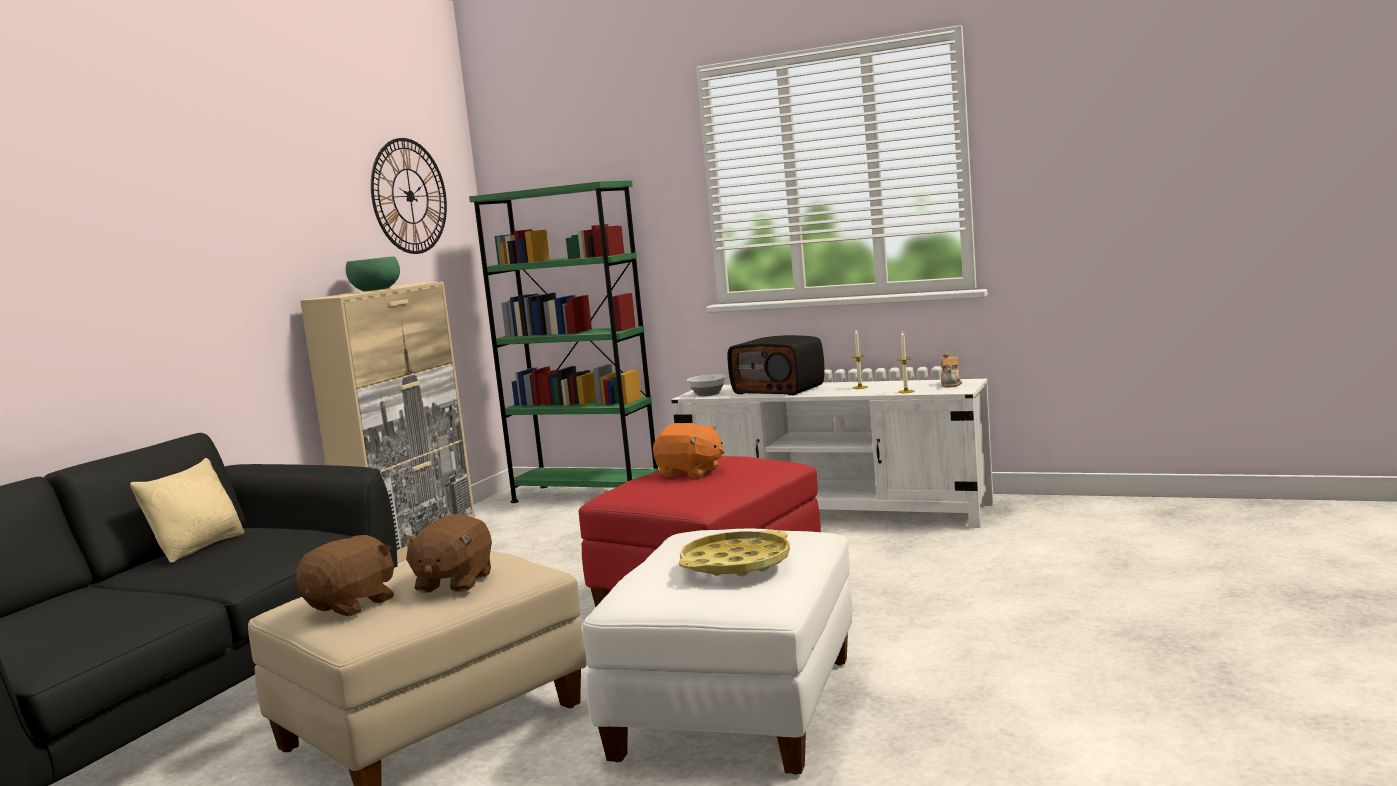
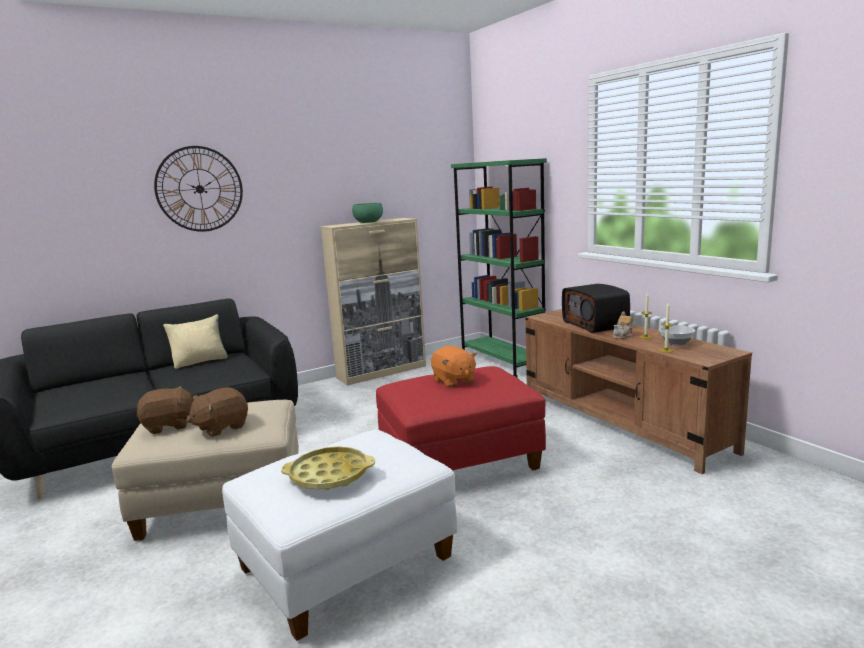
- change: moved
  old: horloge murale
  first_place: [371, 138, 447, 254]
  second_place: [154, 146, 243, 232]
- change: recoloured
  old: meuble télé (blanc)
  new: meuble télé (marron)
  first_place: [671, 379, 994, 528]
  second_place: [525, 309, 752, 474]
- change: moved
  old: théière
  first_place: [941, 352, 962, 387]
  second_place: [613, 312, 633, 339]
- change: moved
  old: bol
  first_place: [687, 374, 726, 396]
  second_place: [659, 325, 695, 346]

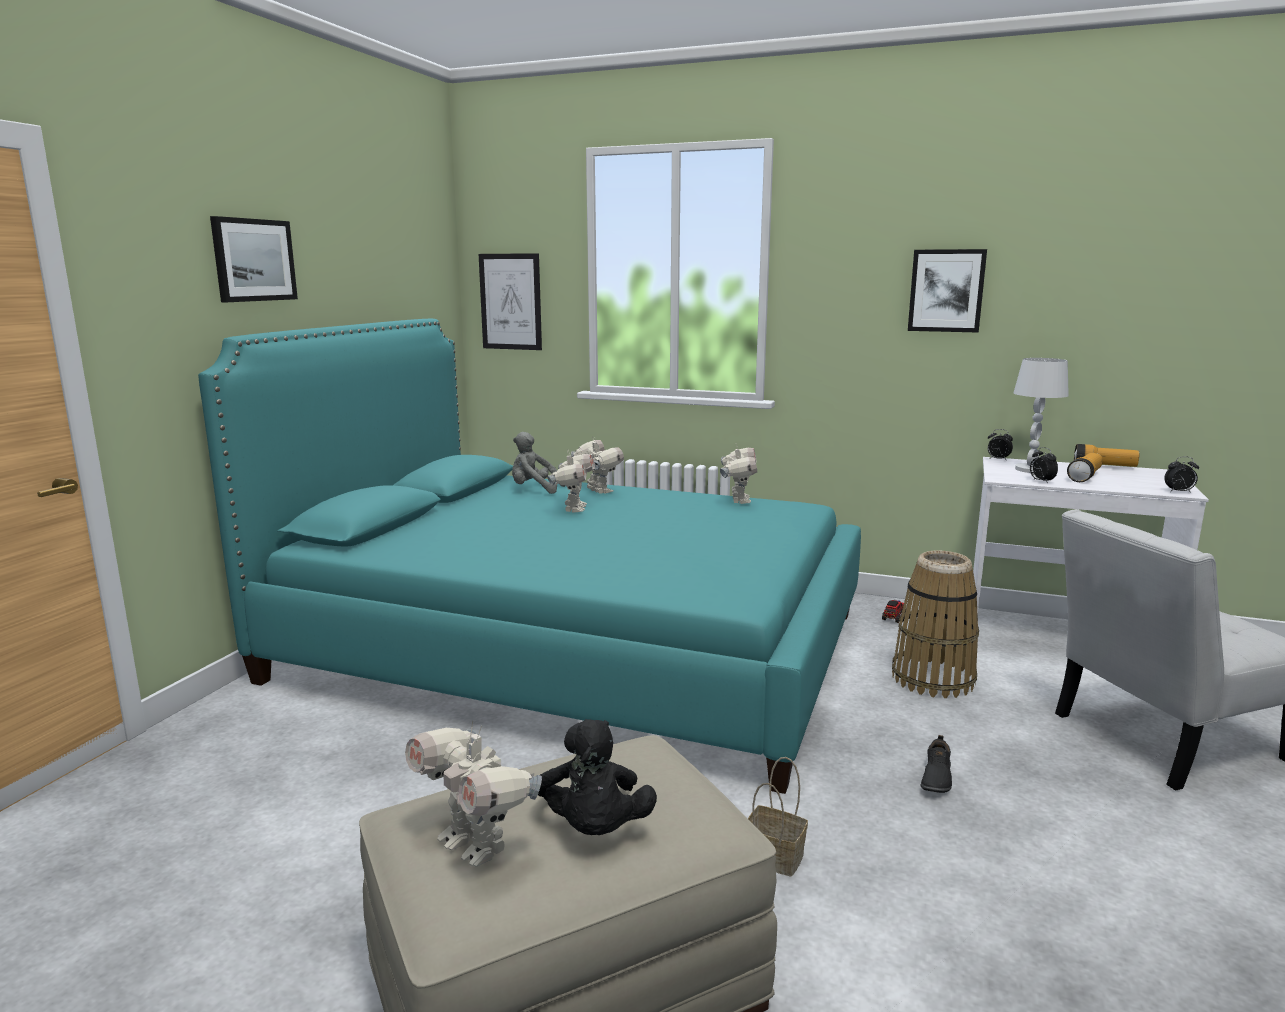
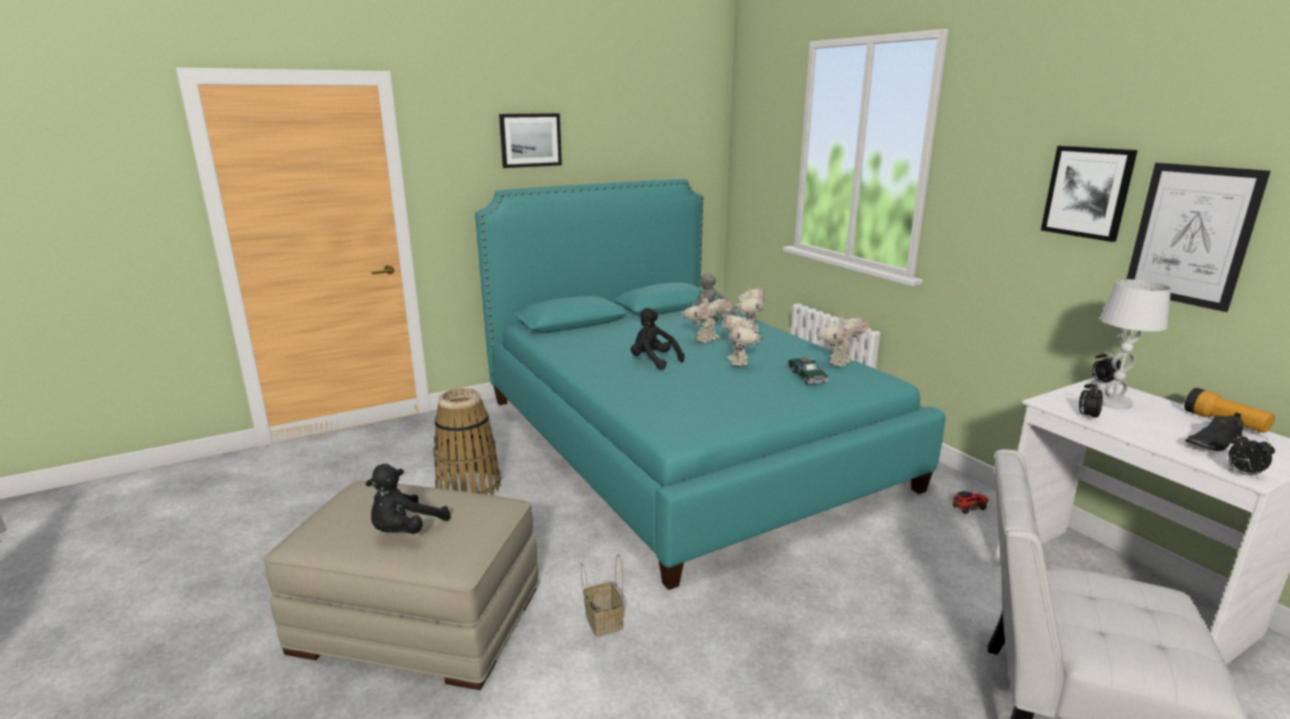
- change: moved
  old: panier
  first_place: [892, 551, 979, 698]
  second_place: [433, 388, 501, 495]
- change: added
  new: peluche (noir)
  second_place: [631, 308, 685, 370]
- change: moved
  old: robot jouet
  first_place: [405, 721, 542, 867]
  second_place: [722, 315, 763, 366]
- change: added
  new: petite voiture
  second_place: [787, 358, 829, 384]
- change: moved
  old: tableau
  first_place: [479, 253, 542, 350]
  second_place: [1127, 163, 1270, 312]
- change: moved
  old: chaussure (noir)
  first_place: [920, 735, 952, 793]
  second_place: [1185, 412, 1243, 451]
- change: removed
  old: lampe de poche
  first_place: [1067, 453, 1103, 482]

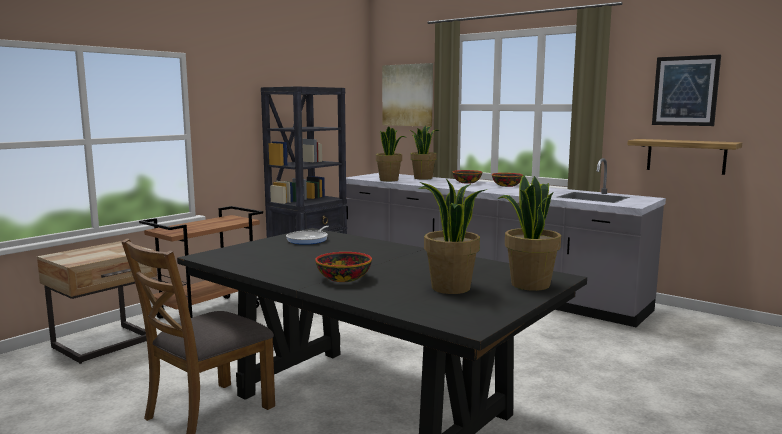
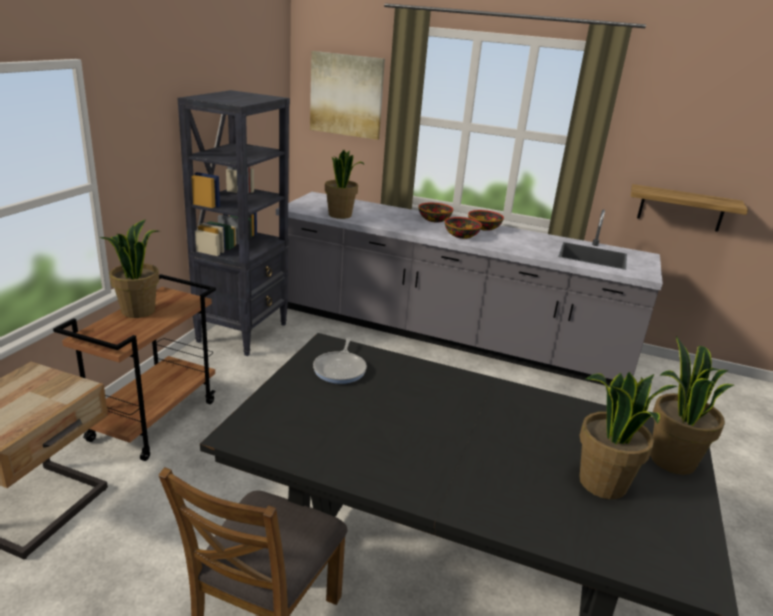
- change: moved
  old: plante en pot
  first_place: [409, 126, 439, 180]
  second_place: [99, 220, 159, 318]
- change: moved
  old: bol
  first_place: [315, 252, 372, 282]
  second_place: [445, 217, 482, 239]
- change: removed
  old: tableau
  first_place: [652, 55, 721, 126]

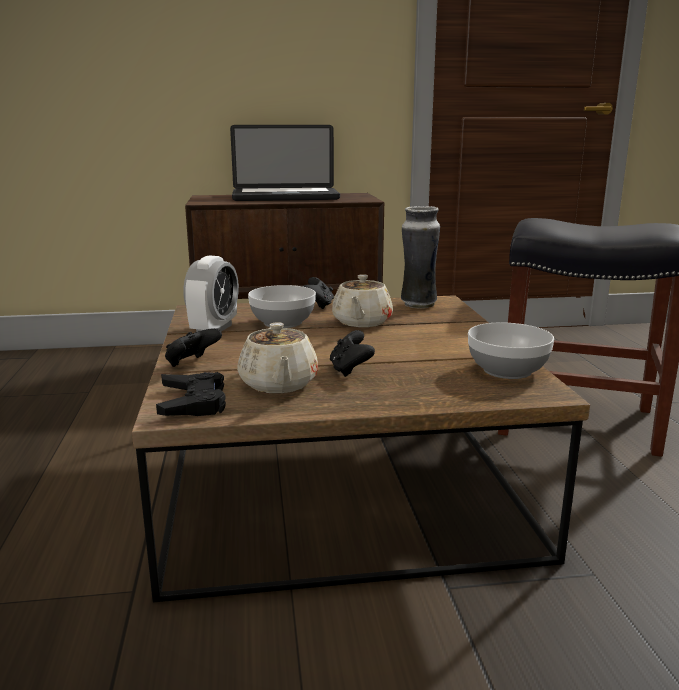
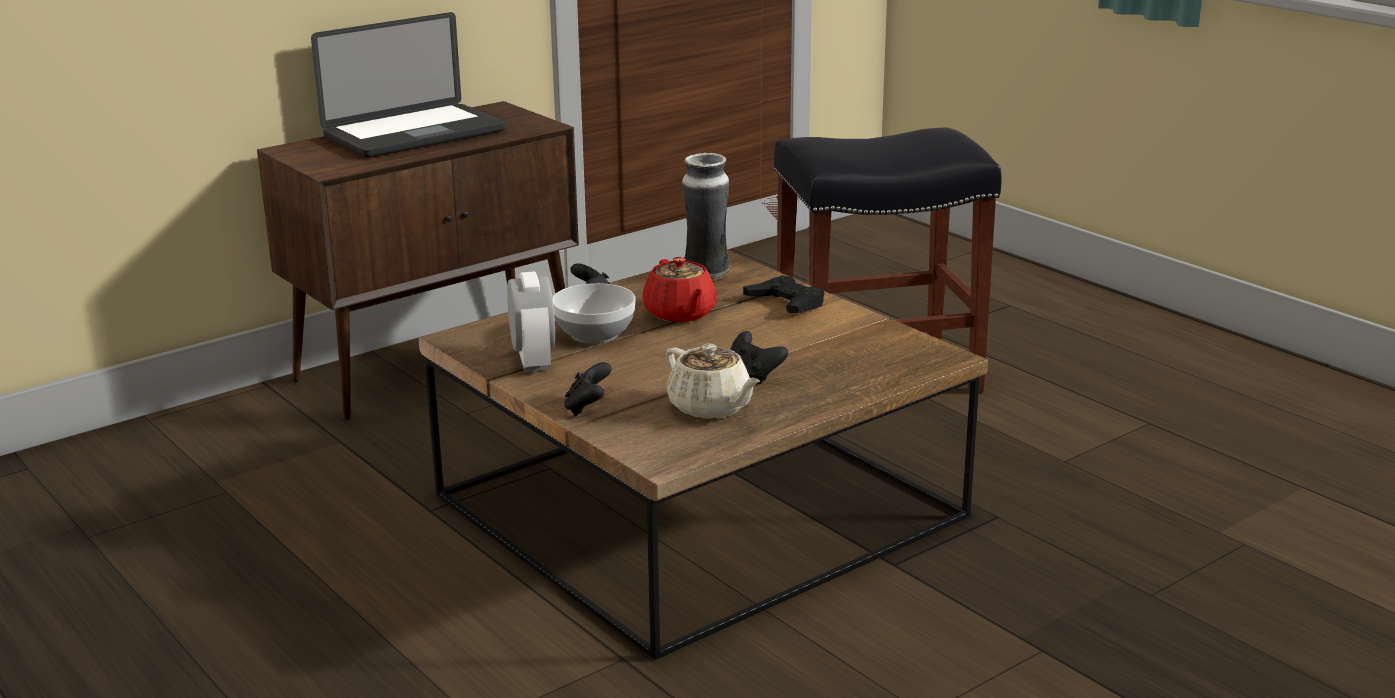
- change: recoloured
  old: théière (beige)
  new: théière (rouge)
  first_place: [332, 274, 393, 327]
  second_place: [642, 257, 717, 322]
- change: moved
  old: manette (noir)
  first_place: [156, 372, 226, 416]
  second_place: [743, 276, 824, 314]
- change: removed
  old: bol
  first_place: [468, 322, 554, 379]

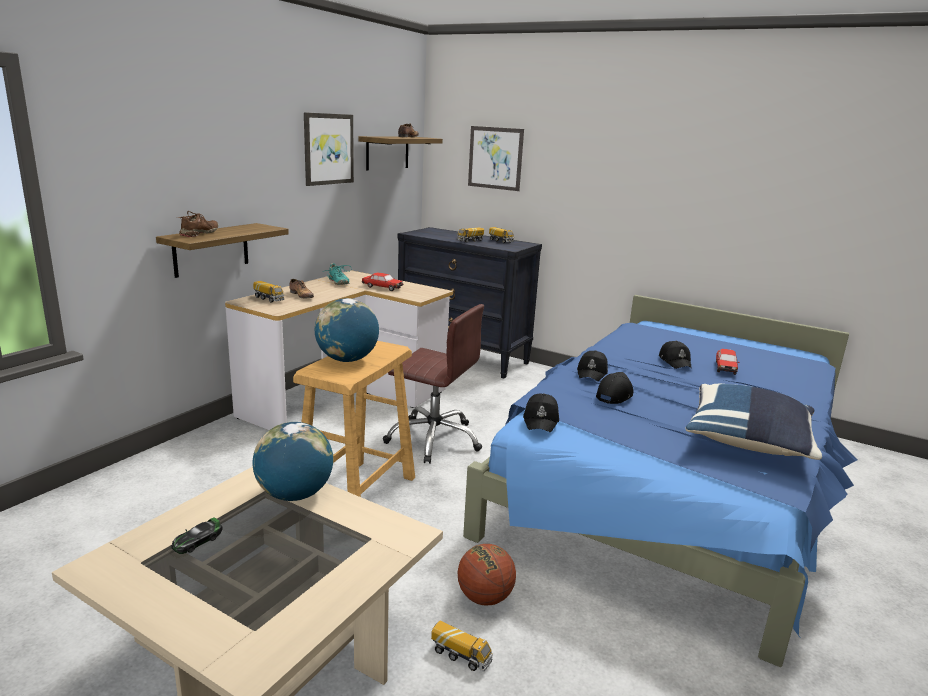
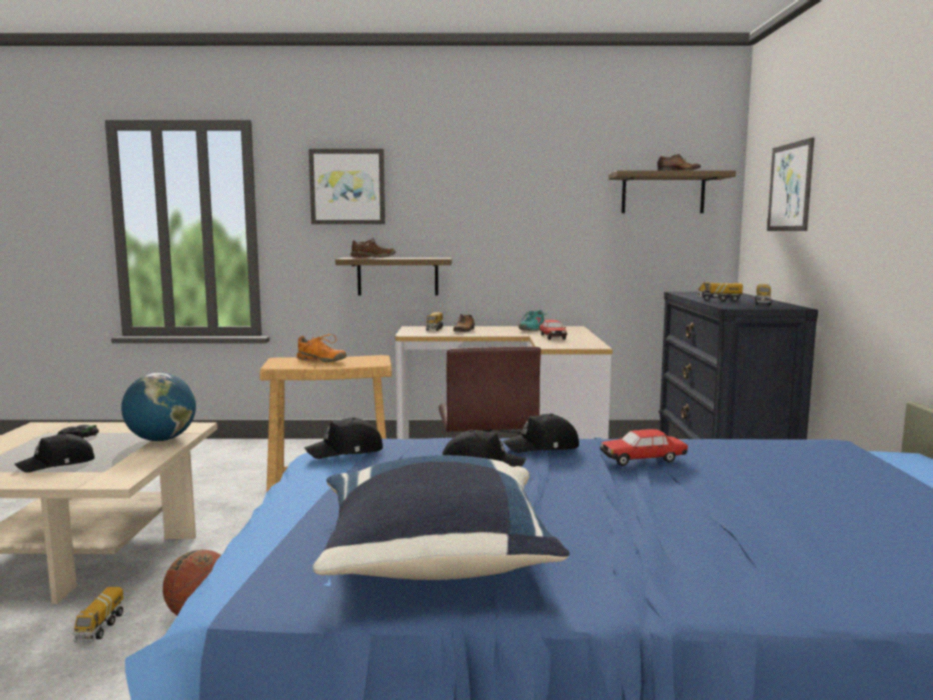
- change: moved
  old: casquette (noir)
  first_place: [659, 341, 692, 369]
  second_place: [15, 433, 94, 473]
- change: replaced
  old: globe
  new: chaussure (orange)
  first_place: [315, 298, 379, 362]
  second_place: [297, 334, 347, 362]
- change: moved
  old: tableau
  first_place: [304, 112, 354, 186]
  second_place: [309, 149, 385, 224]
- change: moved
  old: petite voiture
  first_place: [716, 349, 740, 375]
  second_place: [600, 429, 688, 466]

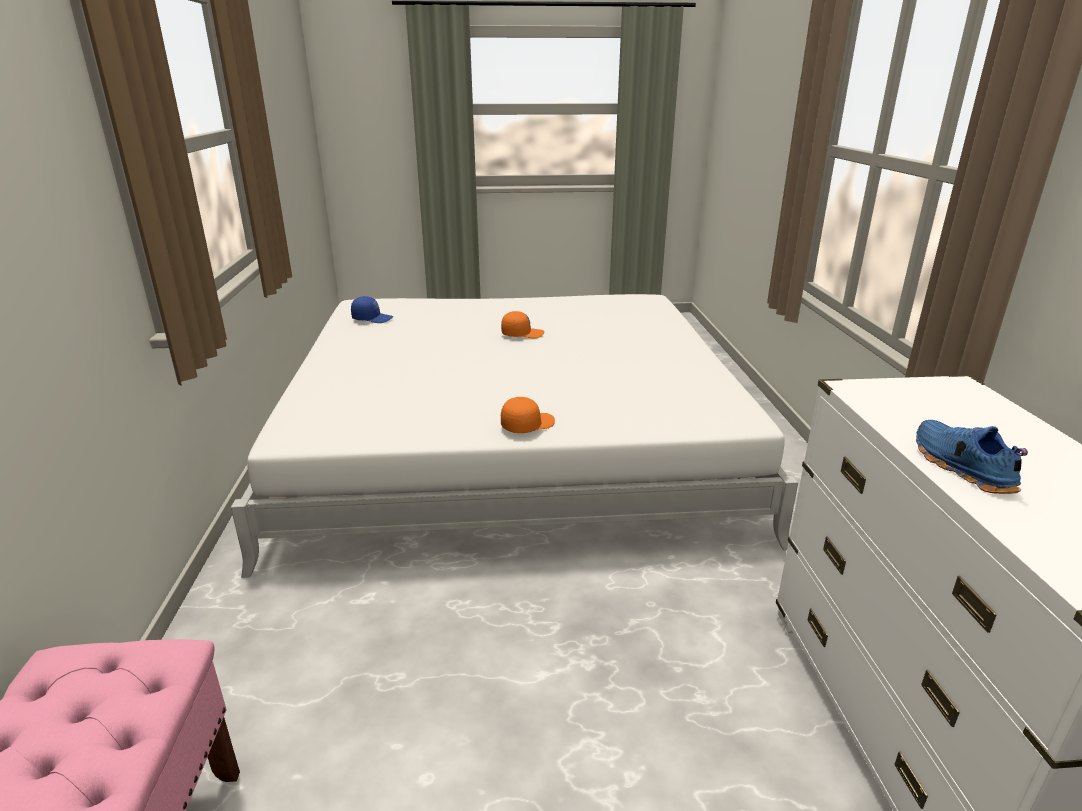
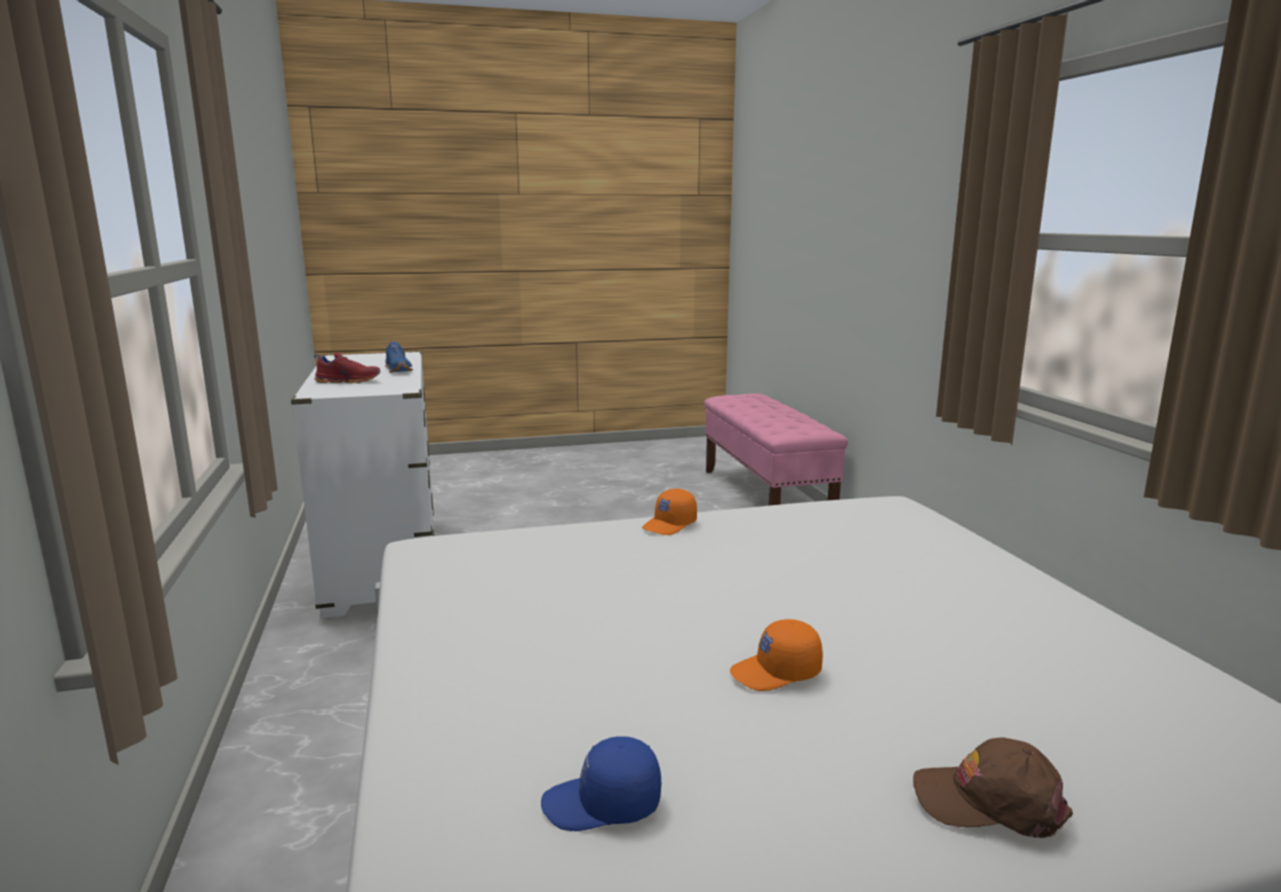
- change: added
  new: chaussure (rouge)
  second_place: [314, 352, 380, 383]
- change: moved
  old: casquette (bleu)
  first_place: [351, 296, 393, 323]
  second_place: [541, 736, 661, 831]
- change: added
  new: casquette (marron)
  second_place: [913, 737, 1073, 838]

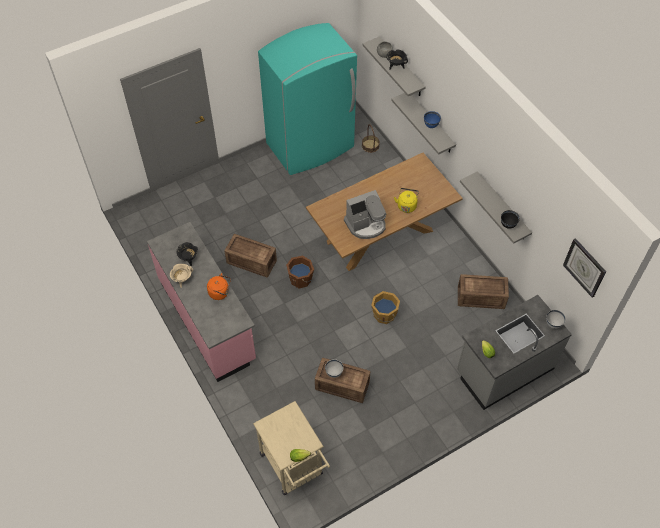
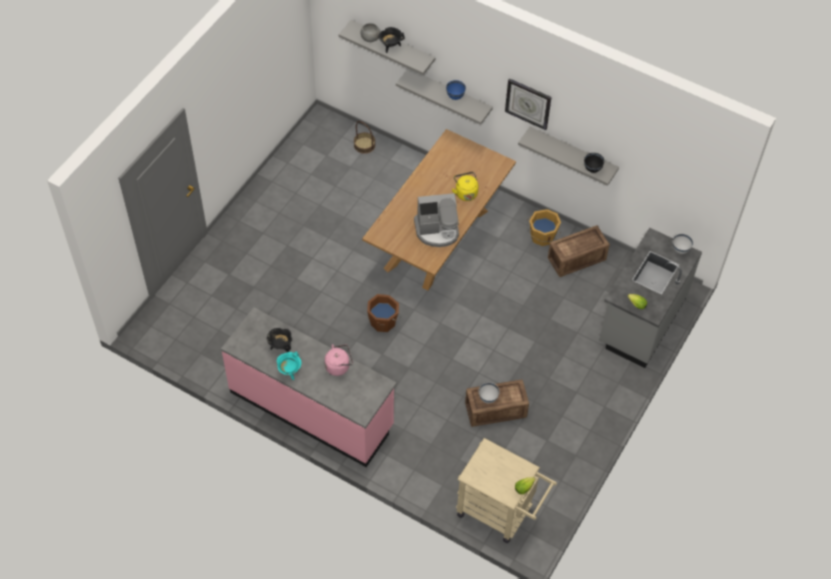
- change: recoloured
  old: marmite (beige)
  new: marmite (turquoise)
  first_place: [170, 264, 193, 288]
  second_place: [276, 352, 302, 380]
- change: recoloured
  old: bouilloire (orange)
  new: bouilloire (rose)
  first_place: [207, 273, 231, 300]
  second_place: [324, 344, 353, 376]
- change: turned
  old: machine à café
  first_place: [344, 190, 386, 239]
  second_place: [414, 193, 459, 247]
  degrees: 45
- change: moved
  old: horloge murale
  first_place: [563, 238, 606, 298]
  second_place: [505, 78, 552, 130]
- change: moved
  old: seau (orange)
  first_place: [371, 291, 400, 324]
  second_place: [527, 209, 561, 246]
- change: removed
  old: caisse
  first_place: [224, 234, 277, 277]
- change: removed
  old: réfrigérateur (turquoise)
  first_place: [258, 23, 357, 175]

